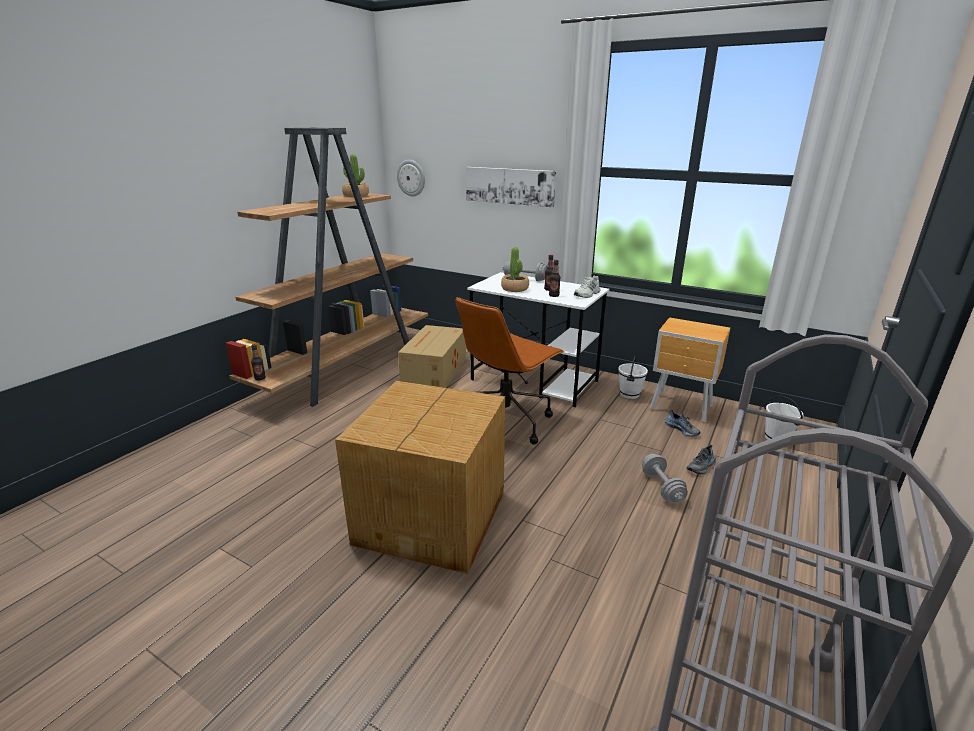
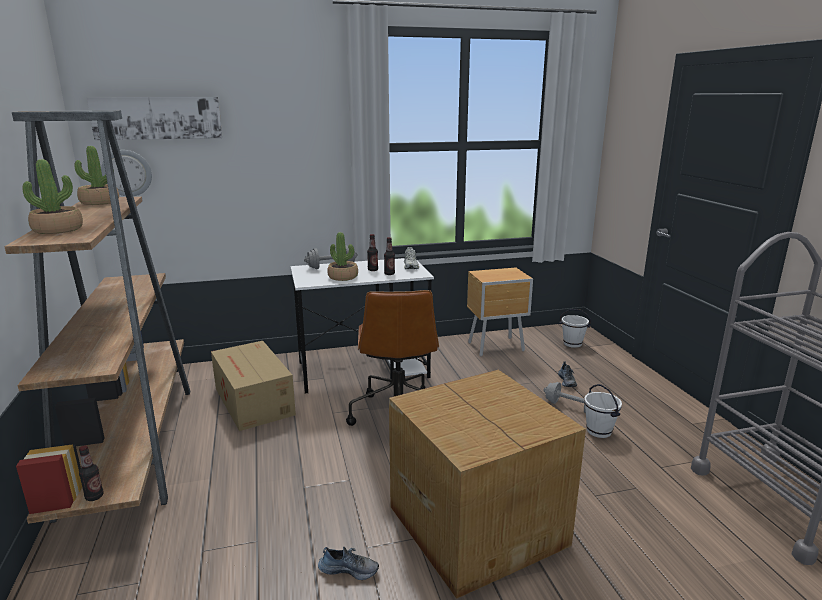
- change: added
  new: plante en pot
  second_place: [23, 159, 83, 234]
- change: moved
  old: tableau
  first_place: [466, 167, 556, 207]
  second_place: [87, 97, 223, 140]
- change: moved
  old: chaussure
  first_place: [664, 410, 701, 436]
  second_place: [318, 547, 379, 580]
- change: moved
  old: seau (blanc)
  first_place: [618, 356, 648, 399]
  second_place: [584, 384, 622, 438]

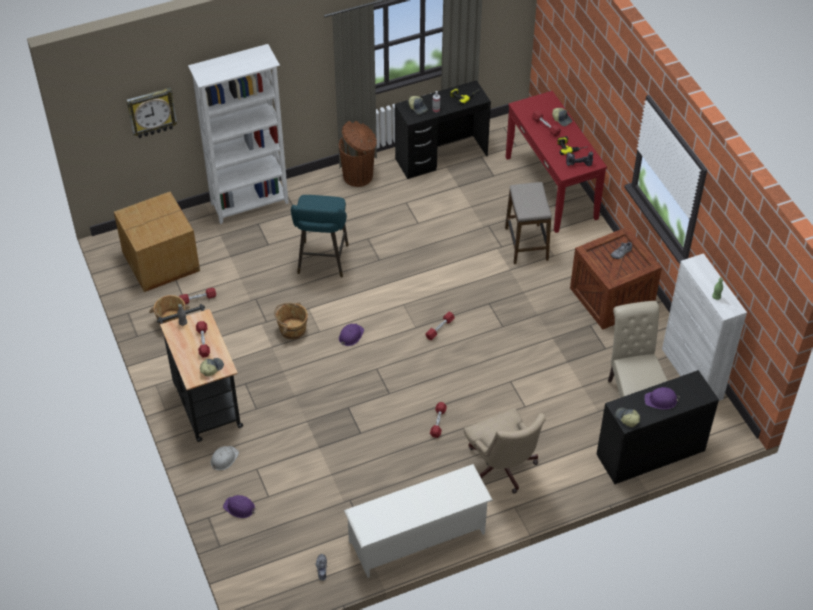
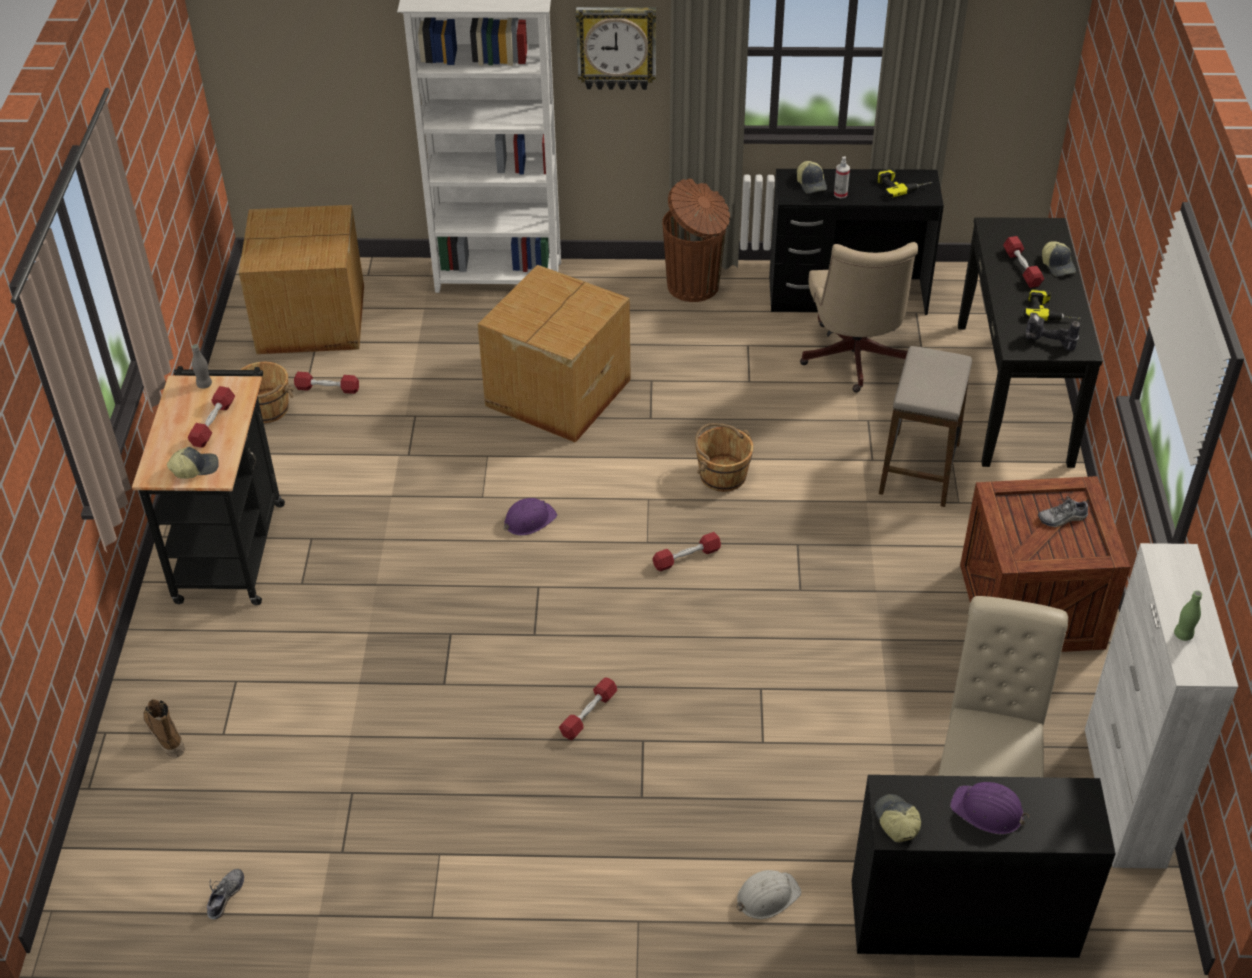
- change: replaced
  old: casque de chantier (violet)
  new: botte
  first_place: [223, 495, 257, 518]
  second_place: [143, 699, 184, 758]
- change: replaced
  old: tabouret (turquoise)
  new: carton
  first_place: [291, 195, 349, 277]
  second_place: [478, 265, 631, 443]
- change: moved
  old: horloge murale
  first_place: [126, 88, 177, 138]
  second_place: [576, 7, 656, 90]
- change: moved
  old: seau (marron)
  first_place: [274, 302, 308, 339]
  second_place: [695, 423, 753, 492]
- change: moved
  old: casque de chantier (blanc)
  first_place: [211, 446, 239, 470]
  second_place: [737, 870, 801, 919]
- change: moved
  old: chaise de bureau (beige)
  first_place: [464, 408, 546, 494]
  second_place: [800, 242, 918, 392]
- change: recoloured
  old: table console (rouge)
  new: table console (noir)
  first_place: [506, 91, 607, 233]
  second_place: [958, 217, 1103, 468]
- change: removed
  old: étagère à chaussures (blanc)
  first_place: [344, 464, 493, 578]

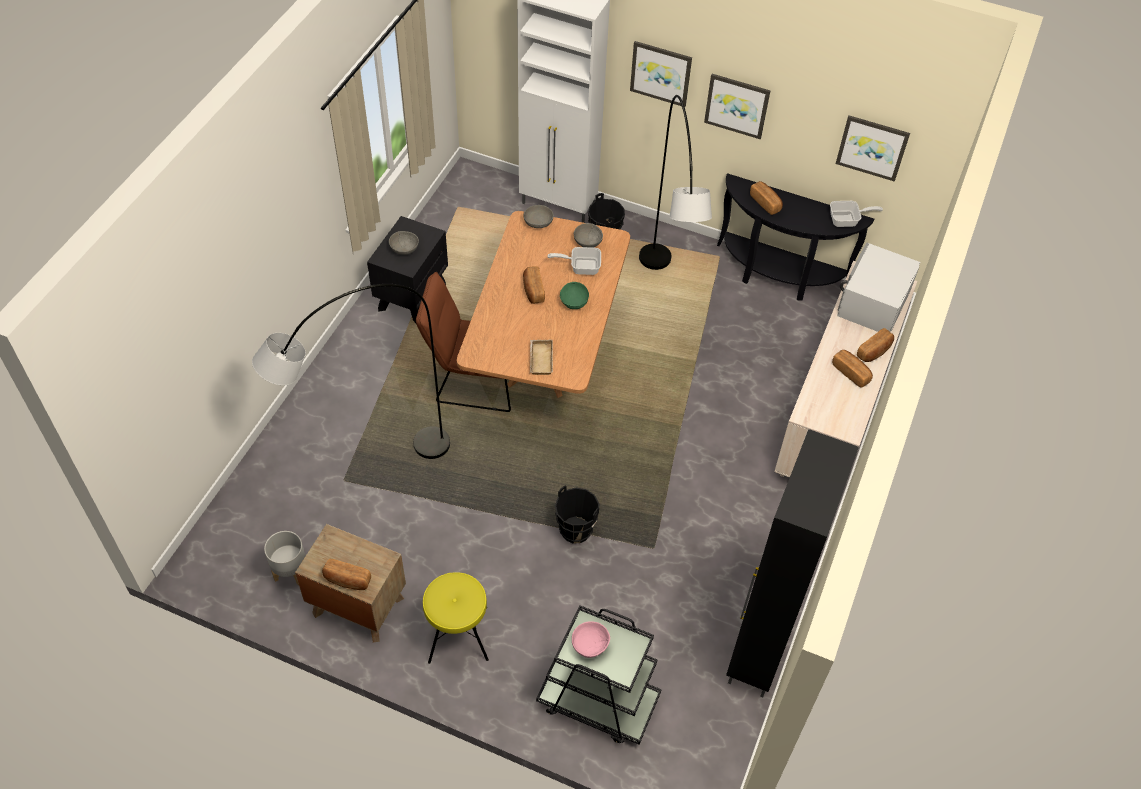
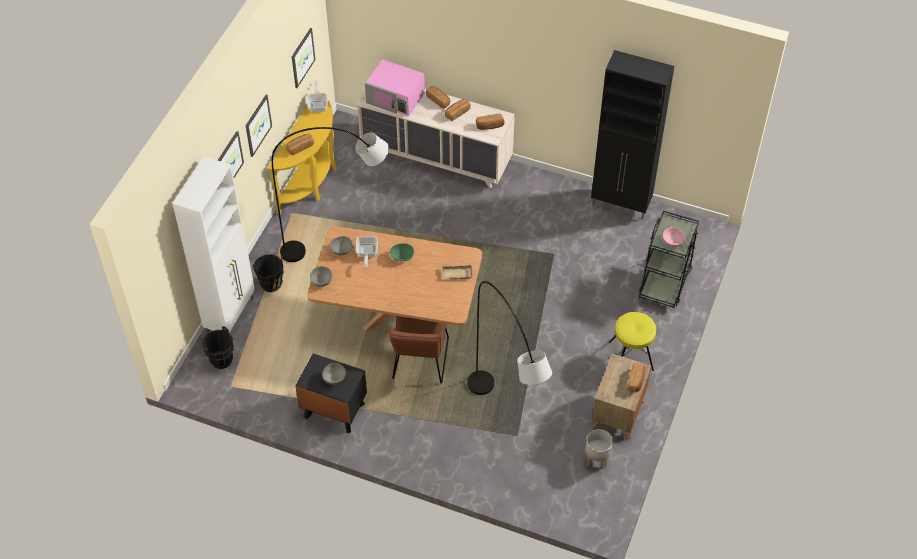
- change: moved
  old: seau (noir)
  first_place: [555, 485, 599, 544]
  second_place: [202, 326, 234, 369]
- change: recoloured
  old: table console (noir)
  new: table console (jaune)
  first_place: [717, 173, 874, 301]
  second_place: [268, 92, 337, 214]
- change: recoloured
  old: micro-ondes (blanc)
  new: micro-ondes (rose)
  first_place: [837, 242, 920, 332]
  second_place: [365, 59, 425, 117]
- change: moved
  old: pain
  first_place: [523, 266, 545, 304]
  second_place: [476, 114, 504, 130]

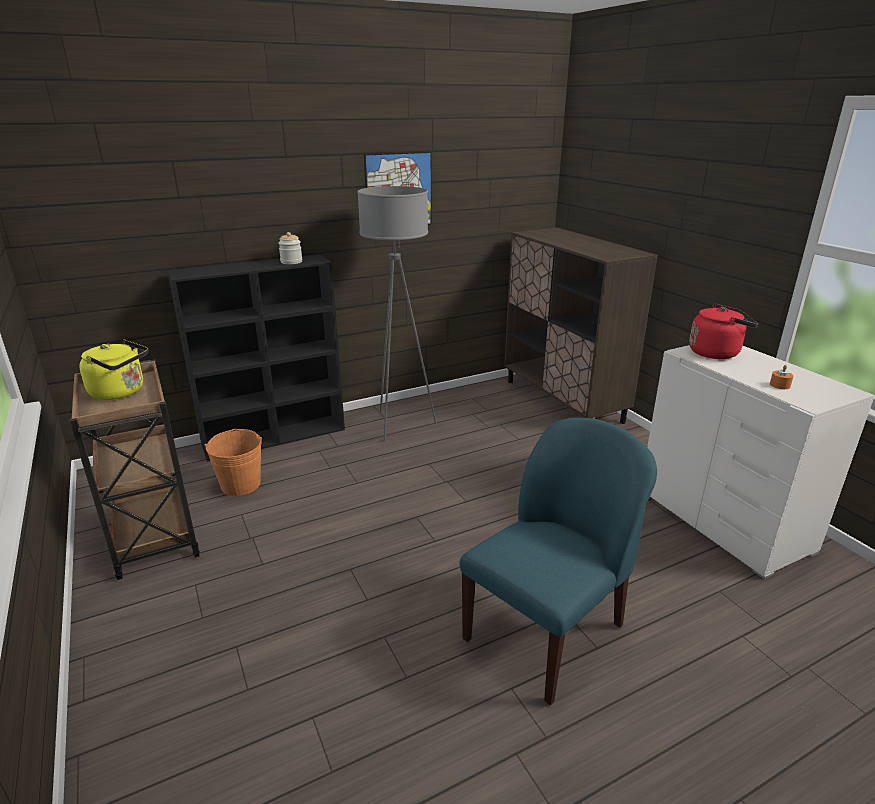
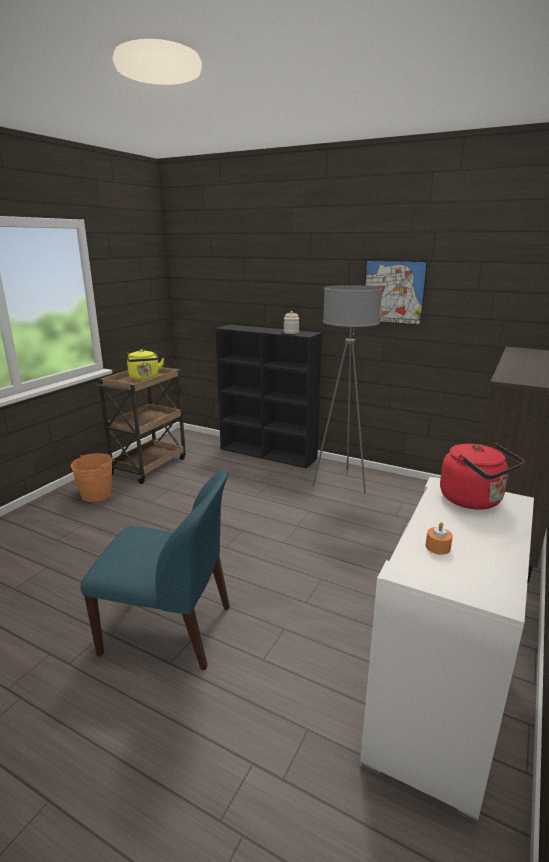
- change: moved
  old: seau (orange)
  first_place: [204, 429, 262, 496]
  second_place: [71, 453, 113, 502]

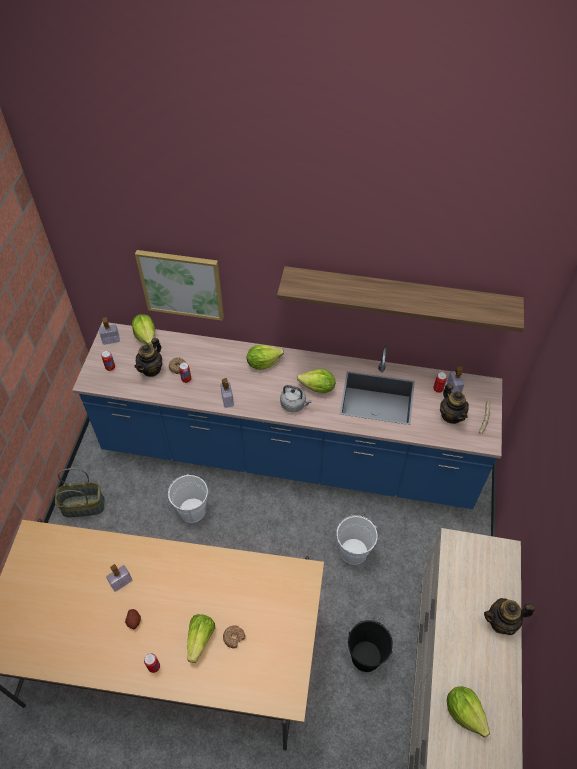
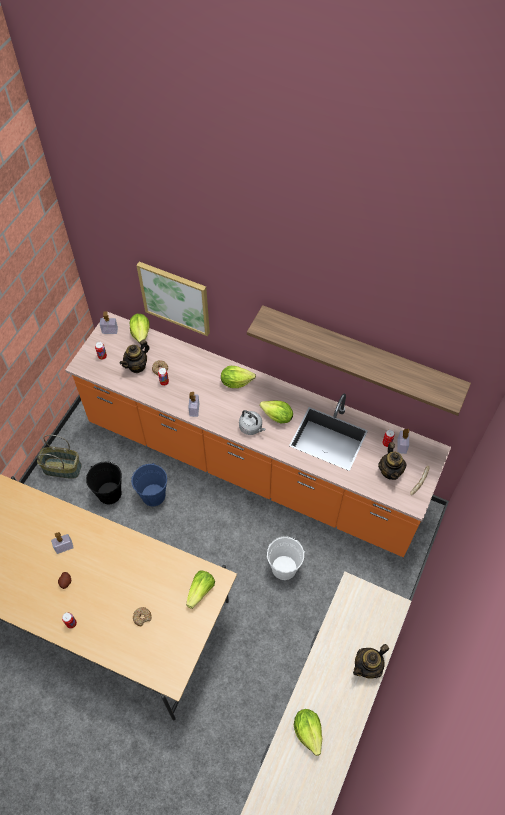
- change: recoloured
  old: comptoir de cuisine (bleu)
  new: comptoir de cuisine (orange)
  first_place: [72, 322, 502, 509]
  second_place: [65, 311, 451, 557]
- change: moved
  old: seau (noir)
  first_place: [348, 620, 393, 672]
  second_place: [86, 461, 122, 504]
- change: recoloured
  old: seau (blanc)
  new: seau (bleu)
  first_place: [168, 474, 208, 523]
  second_place: [131, 463, 167, 506]
- change: moved
  old: laitue
  first_place: [187, 614, 215, 663]
  second_place: [186, 570, 215, 609]
- change: turned
  old: théière
  first_place: [484, 598, 534, 635]
  second_place: [353, 644, 389, 679]
  degrees: -45

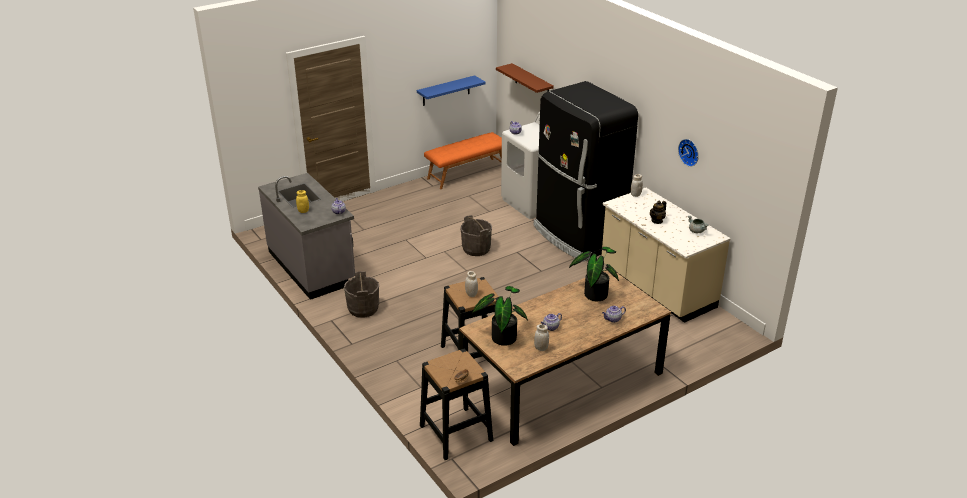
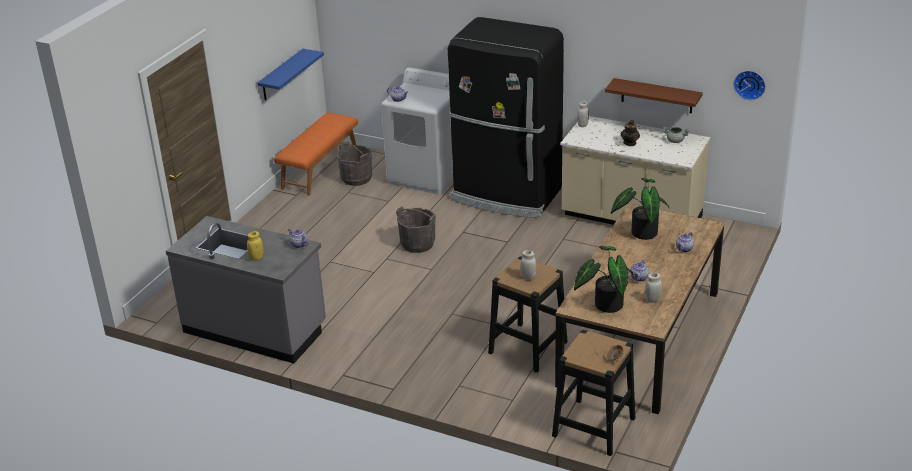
- change: moved
  old: seau (gris)
  first_place: [344, 271, 379, 318]
  second_place: [337, 142, 372, 186]
- change: moved
  old: étagère (marron)
  first_place: [496, 63, 554, 93]
  second_place: [605, 78, 703, 114]
- change: moved
  old: horloge murale
  first_place: [678, 139, 699, 167]
  second_place: [733, 71, 766, 100]

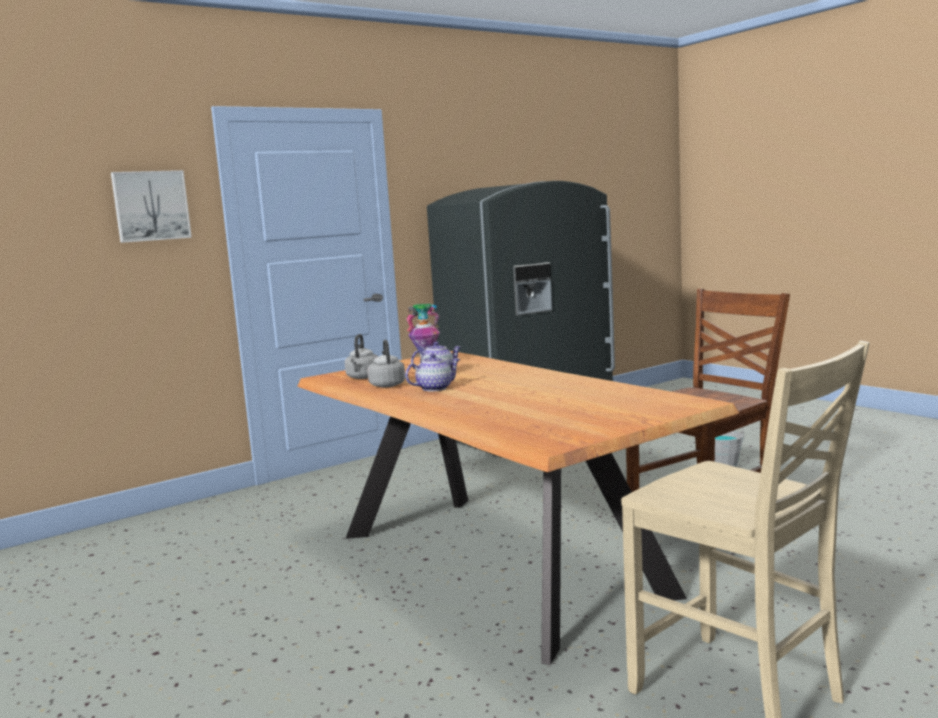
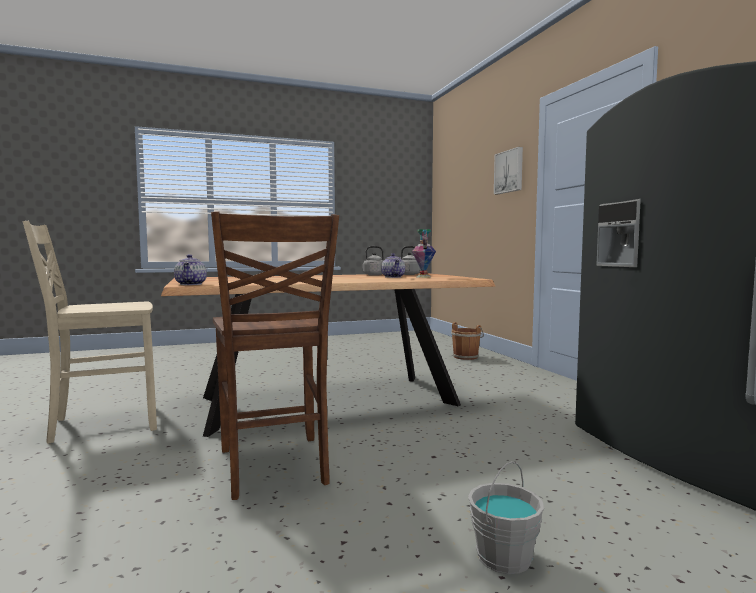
- change: moved
  old: théière
  first_place: [405, 353, 460, 391]
  second_place: [174, 254, 207, 285]
- change: added
  new: seau (marron)
  second_place: [451, 322, 484, 360]

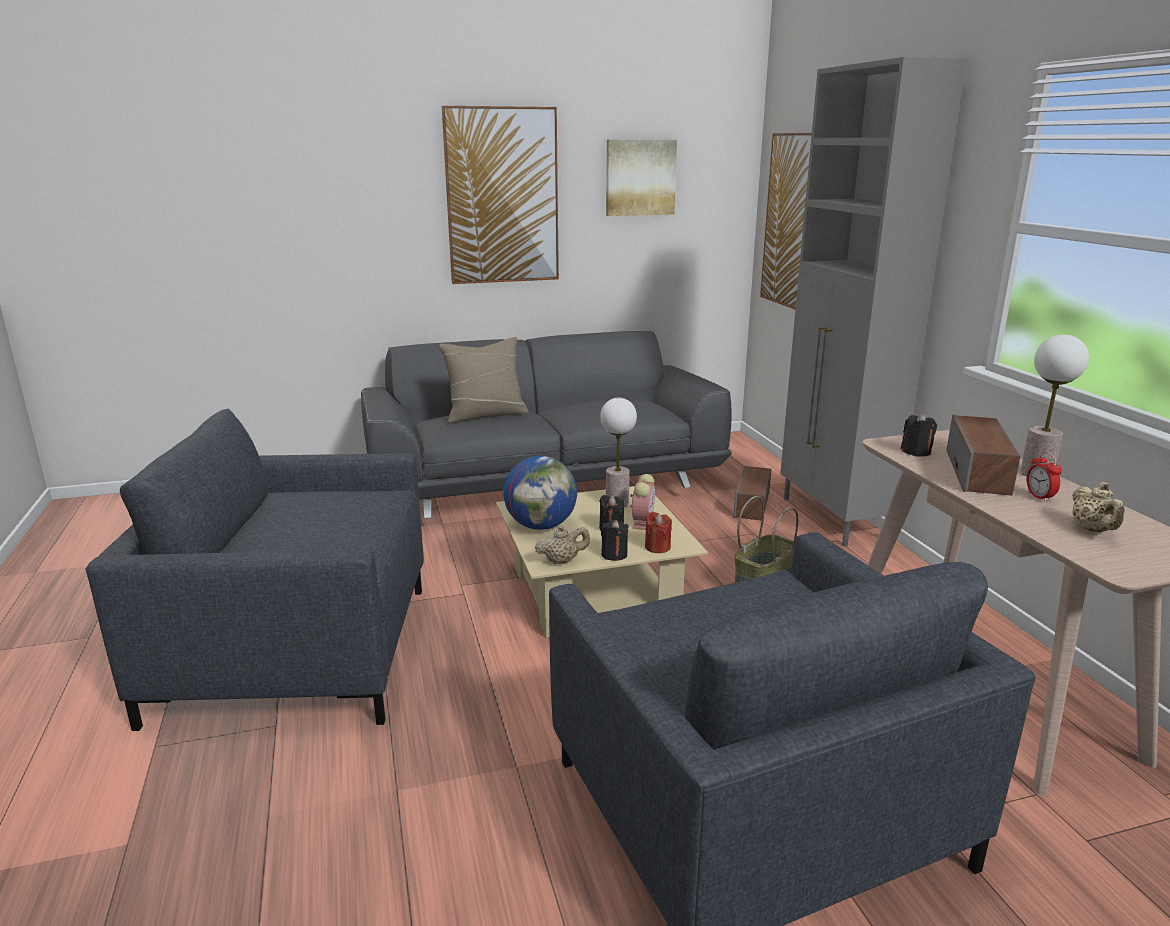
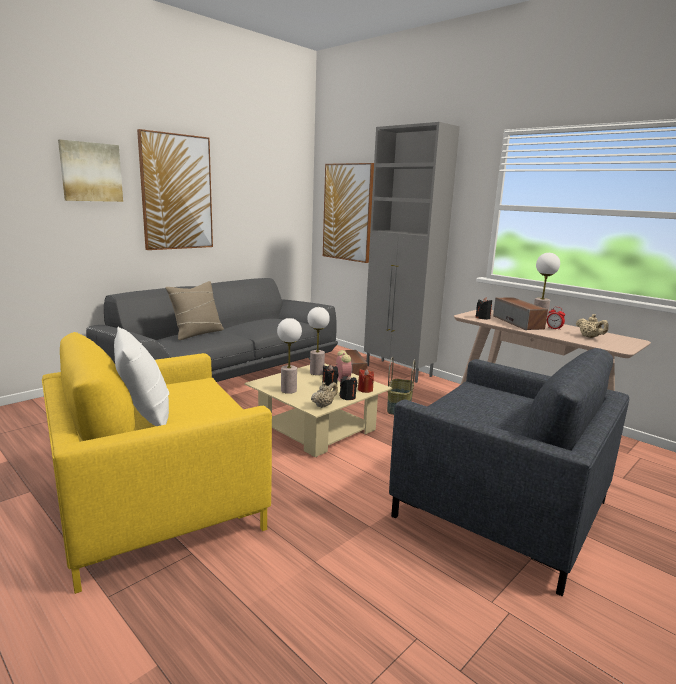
- change: recoloured
  old: fauteuil (gris)
  new: fauteuil (jaune)
  first_place: [86, 409, 424, 731]
  second_place: [42, 332, 272, 594]
- change: moved
  old: tableau
  first_place: [606, 140, 677, 216]
  second_place: [58, 140, 123, 202]
- change: added
  new: coussin (blanc)
  second_place: [114, 327, 169, 426]
- change: replaced
  old: globe
  new: lampe de table
  first_place: [503, 456, 577, 530]
  second_place: [277, 318, 302, 394]

